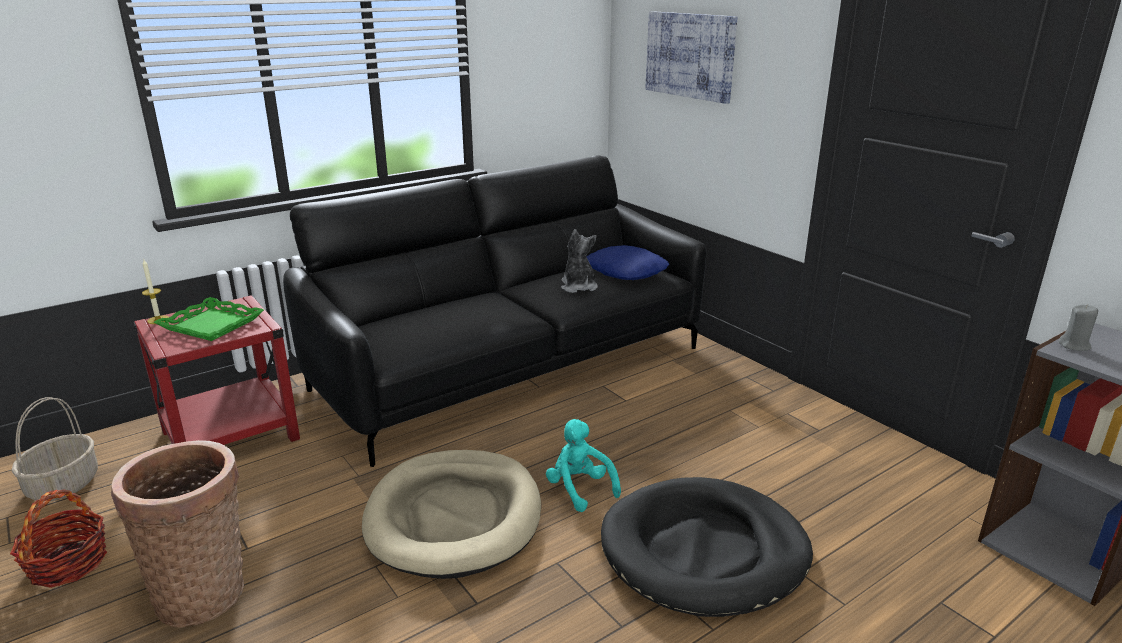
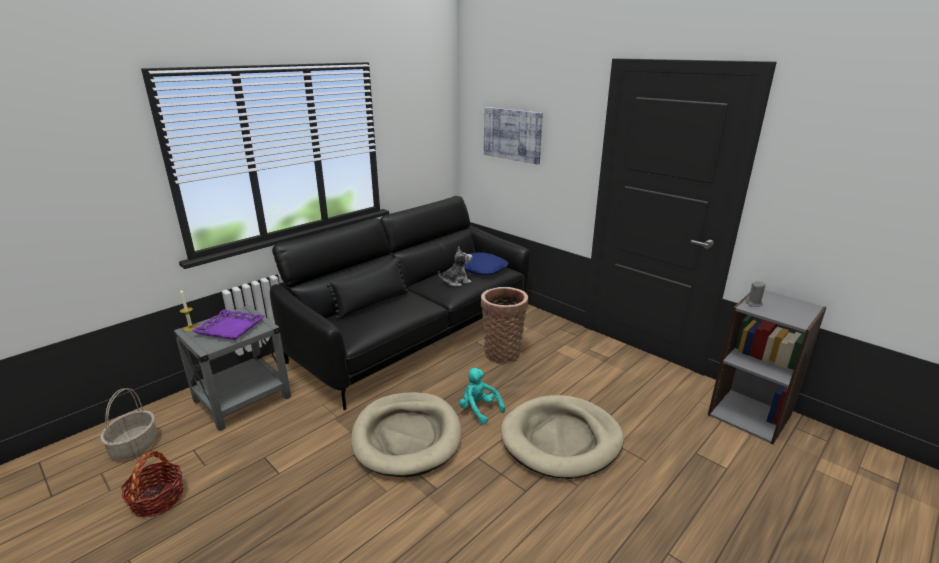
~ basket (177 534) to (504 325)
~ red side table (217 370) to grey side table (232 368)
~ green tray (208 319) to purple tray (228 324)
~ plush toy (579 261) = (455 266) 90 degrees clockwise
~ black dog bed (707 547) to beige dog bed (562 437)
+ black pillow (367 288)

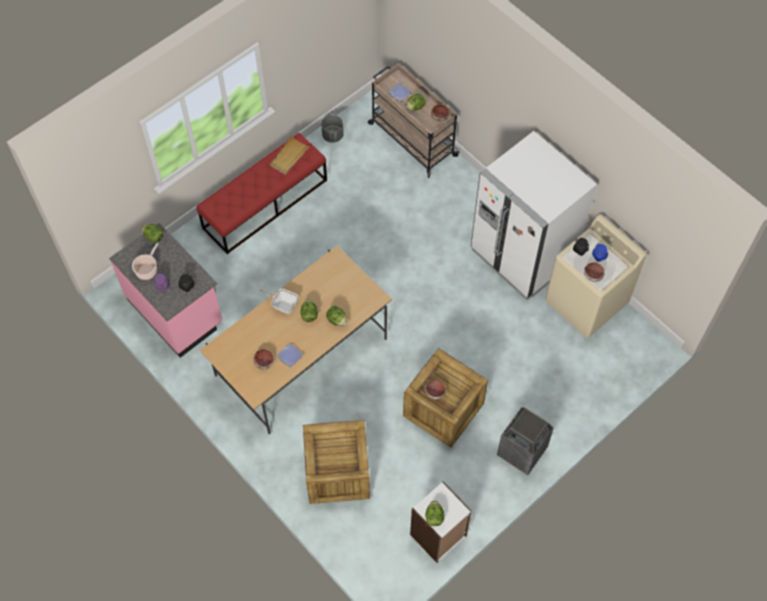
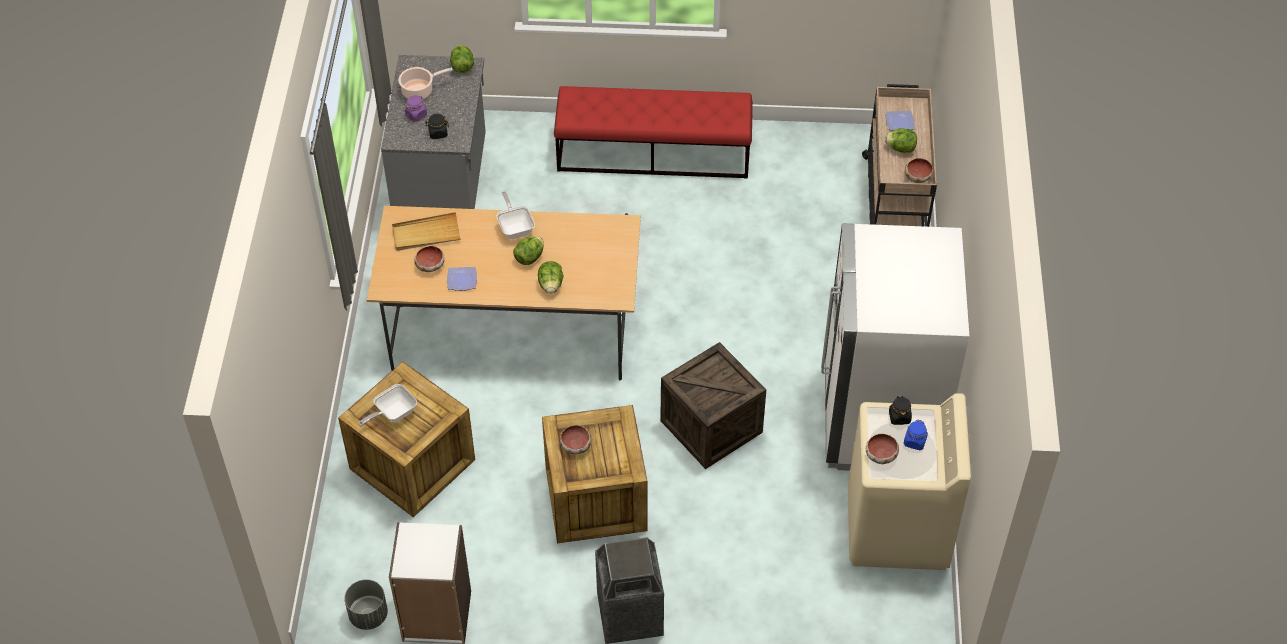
~ pink counter (165 290) to grey counter (433 132)
~ beige tray (289 155) to (426 231)
~ grey planter (332 129) to (366 604)
- lettuce (434 513)
+ frying pan (387 405)
+ crate (713 405)

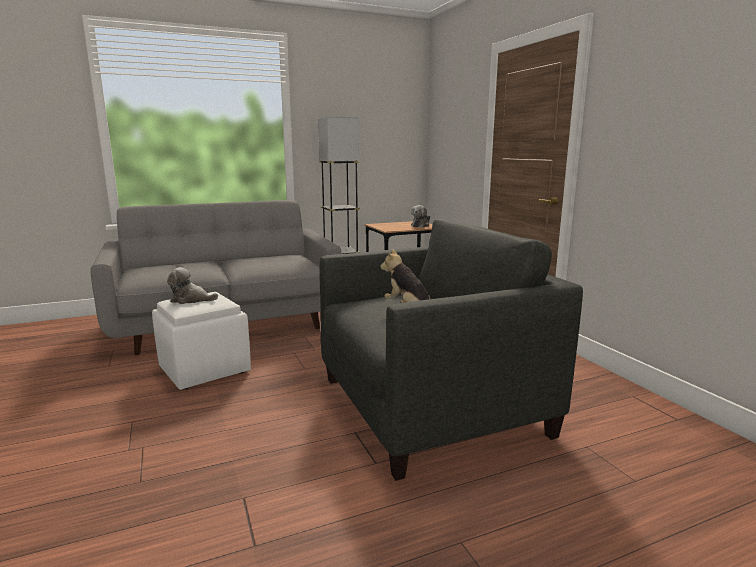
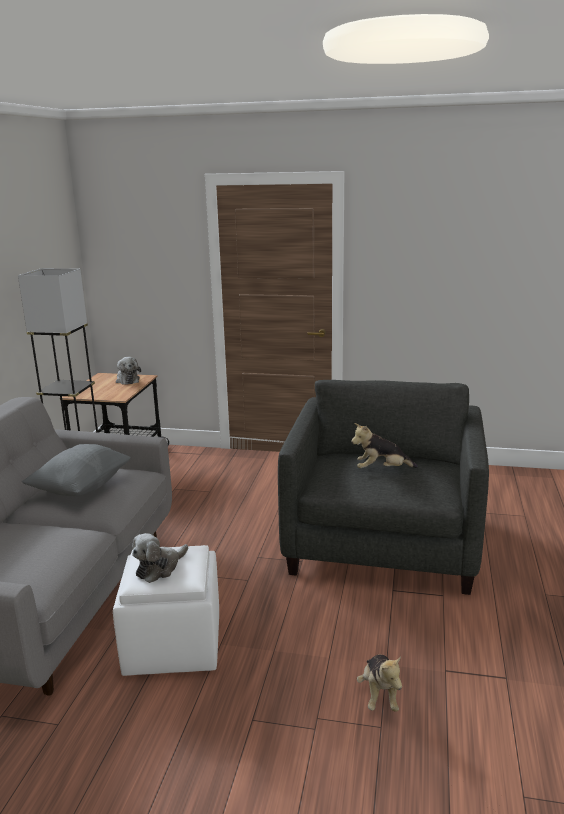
+ grey pillow (76 470)
+ plush toy (379 683)

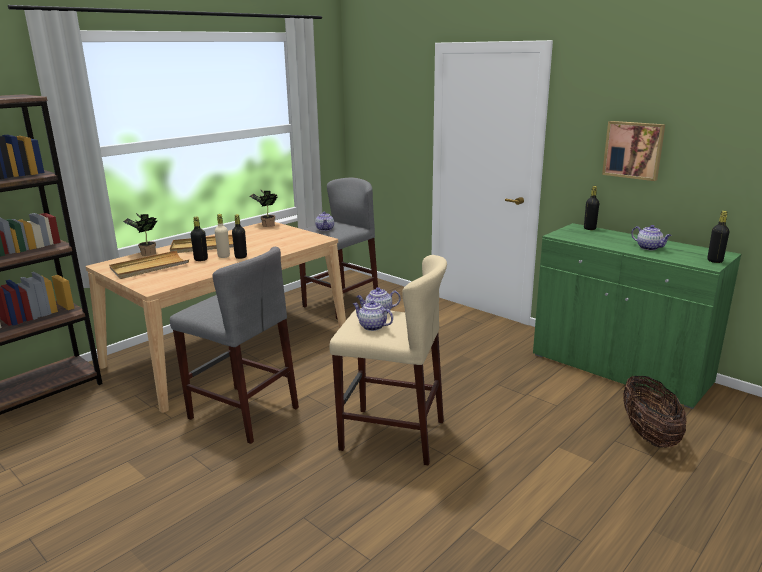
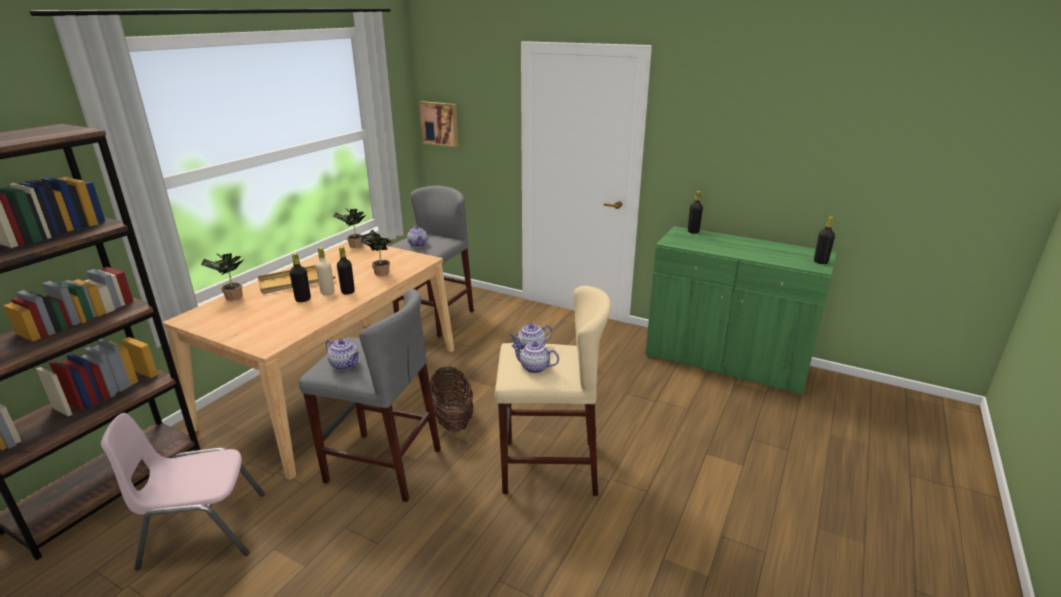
- beige tray (149 264)
~ picture (633 151) to (439 124)
~ basket (655 411) to (452 399)
~ teapot (651 237) to (342 354)
+ pink chair (183 491)
+ potted plant (376 253)

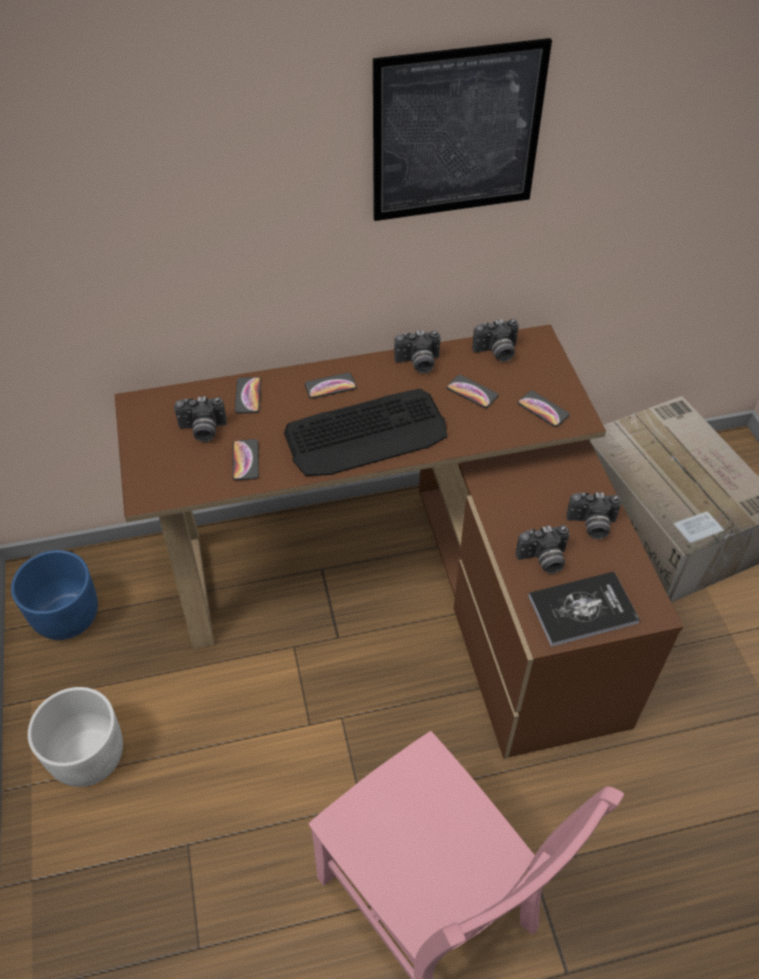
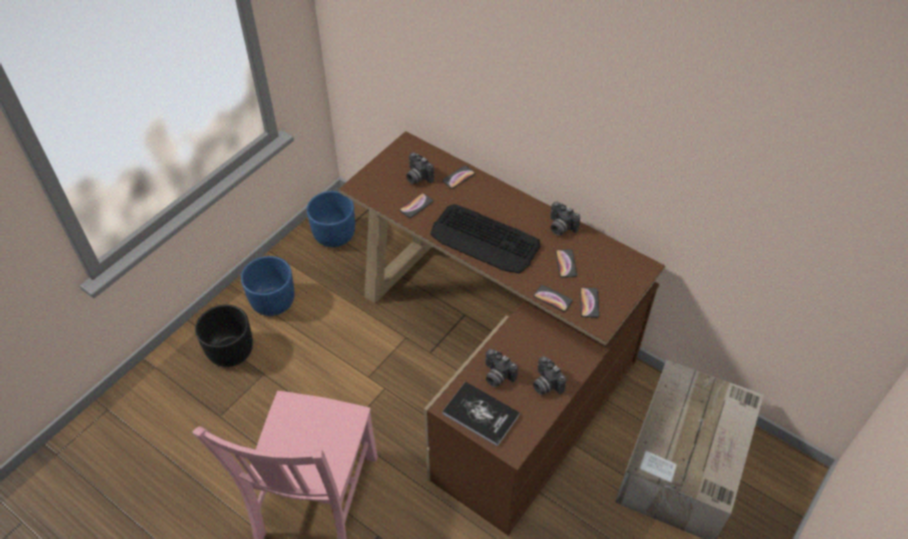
~ white planter (75 737) to blue planter (267 286)
~ phone (331 386) to (553 298)
- picture (462 129)
- photo camera (495 340)
+ black planter (224 336)

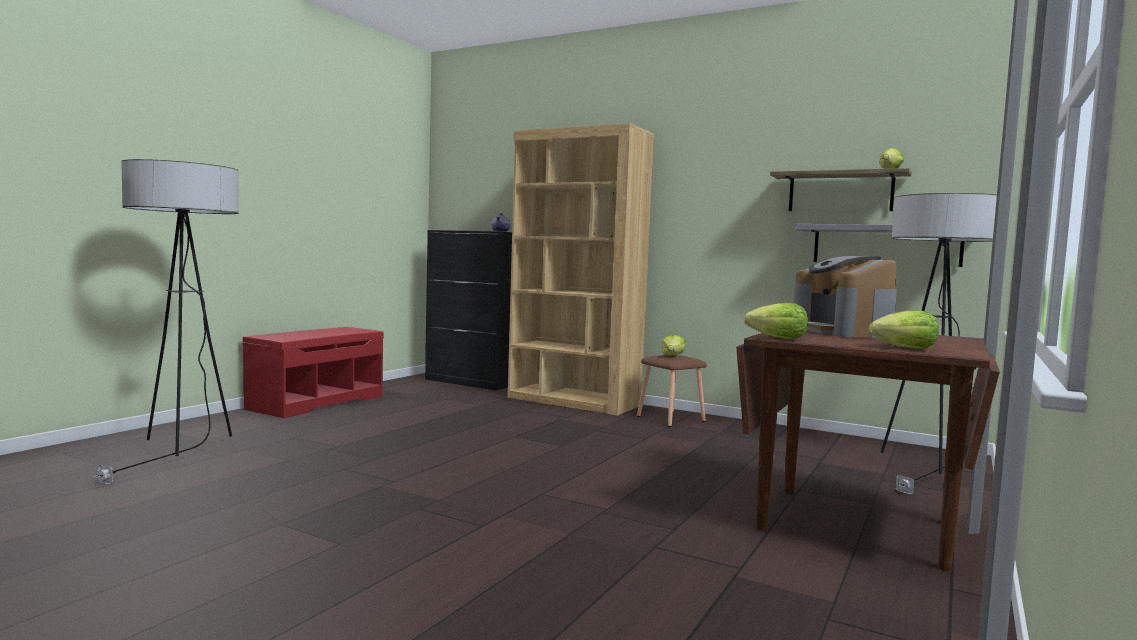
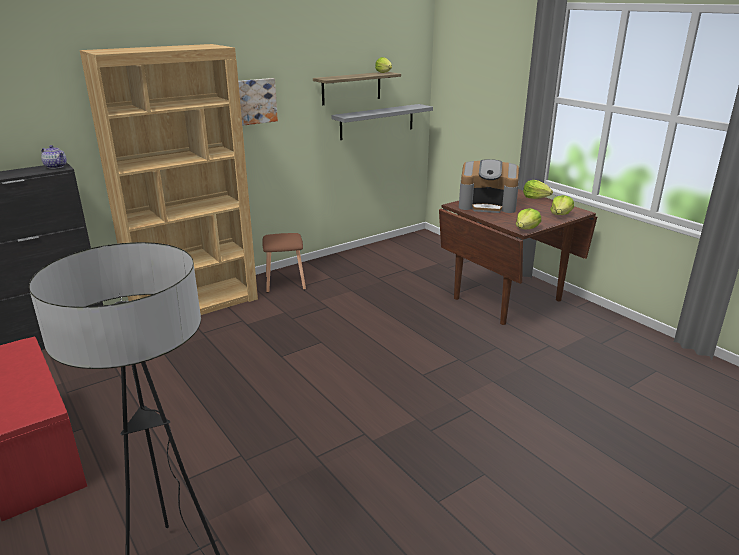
~ lettuce (673 345) to (538 189)
- floor lamp (939 344)
+ picture (258 102)

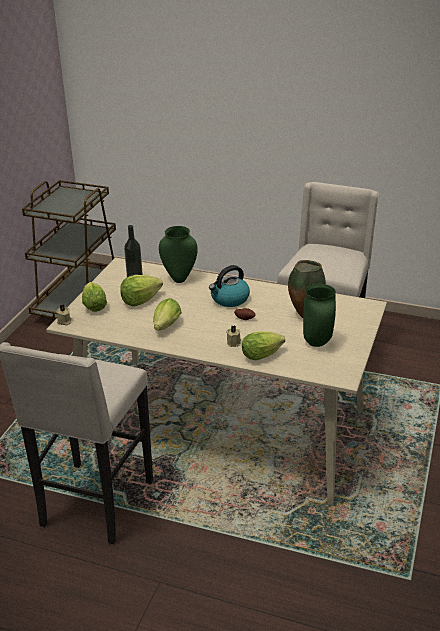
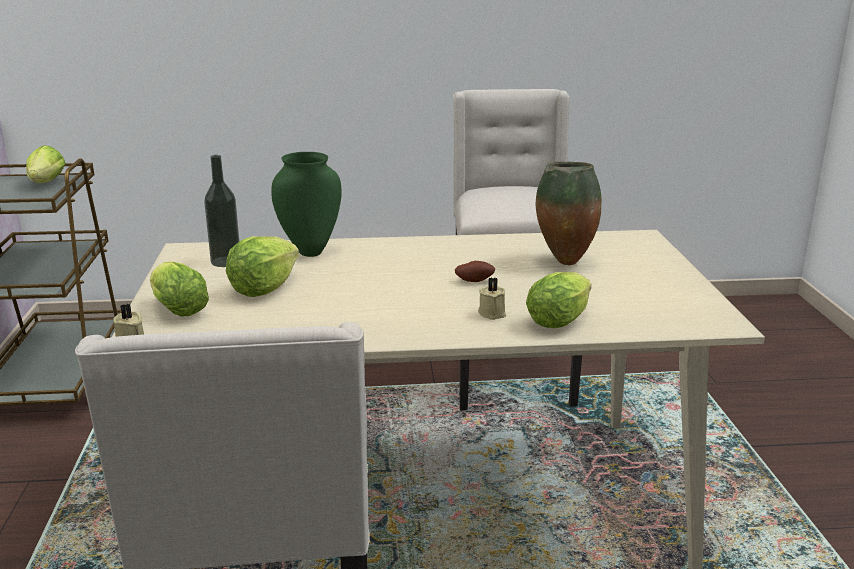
~ lettuce (167 314) to (46 164)
- kettle (229 286)
- green vase (319 315)

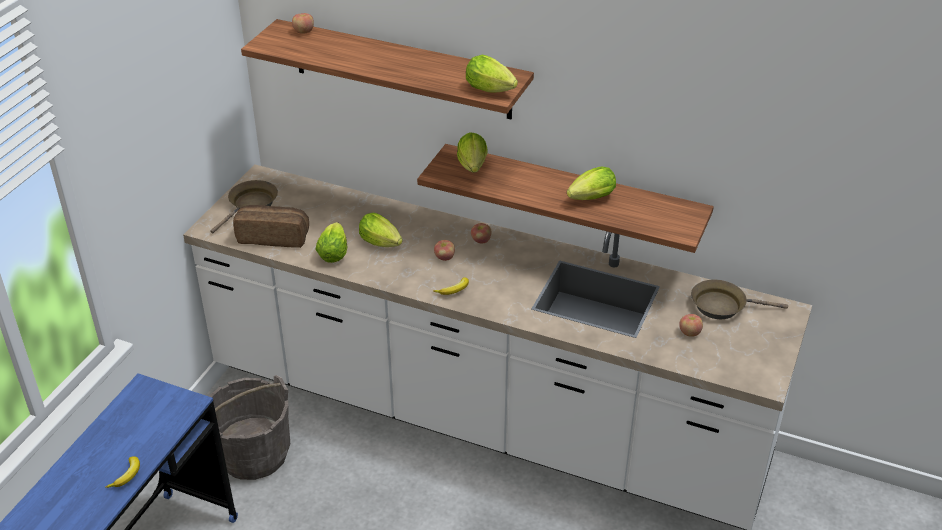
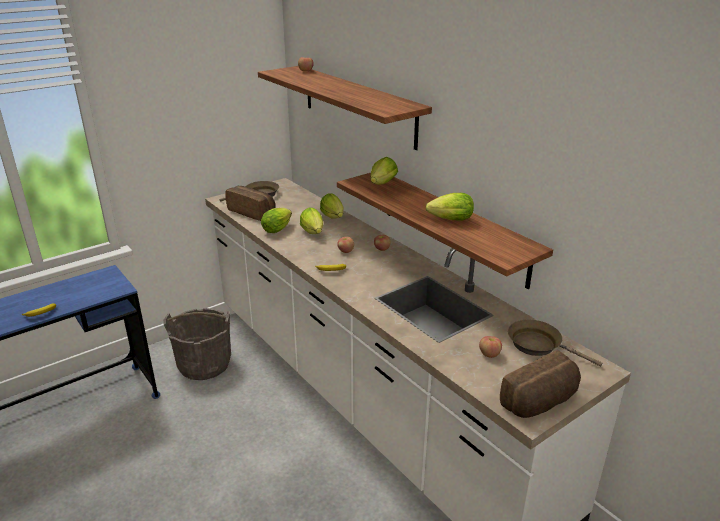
~ lettuce (492 74) to (332 206)
+ bread (540 384)

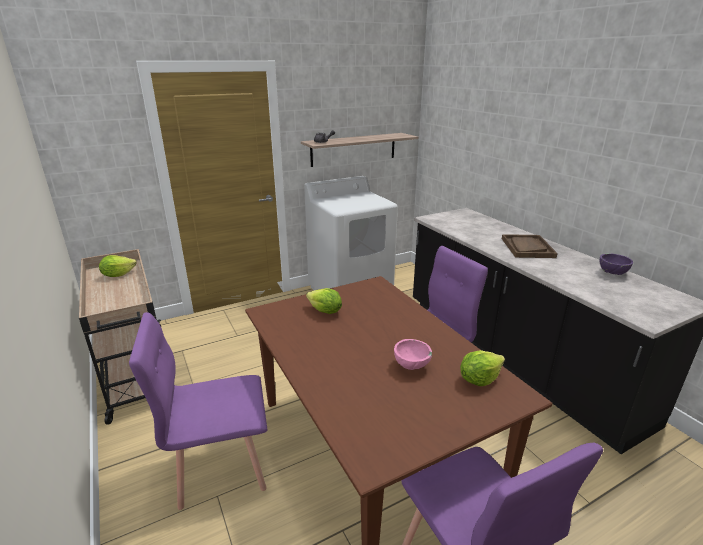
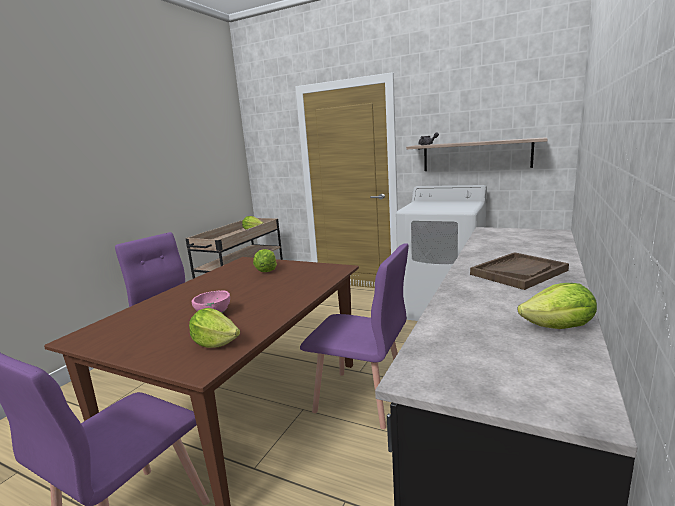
~ purple bowl (616 264) to lettuce (557 306)

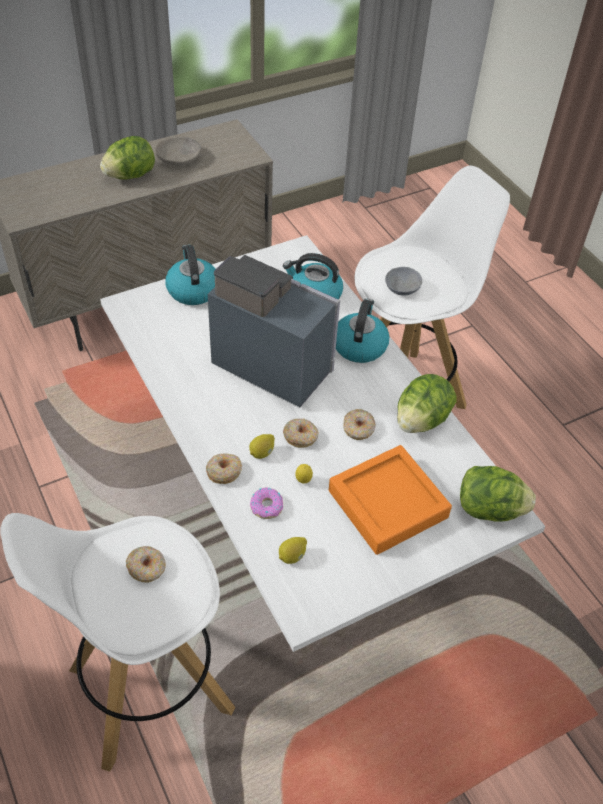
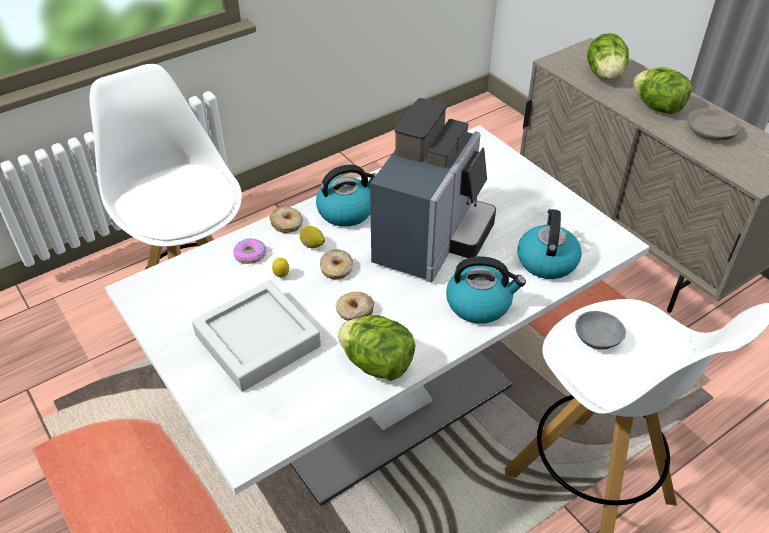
- donut (146 564)
~ kettle (191 275) to (346 196)
- lemon (293 550)
~ orange tray (390 500) to grey tray (256 335)
~ lettuce (498 494) to (608 56)

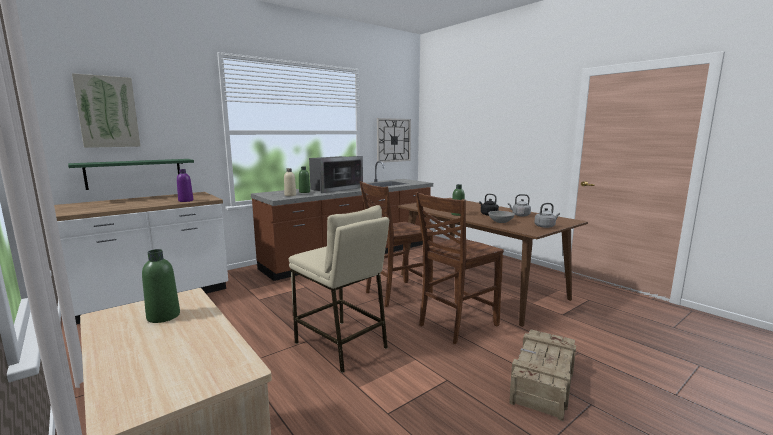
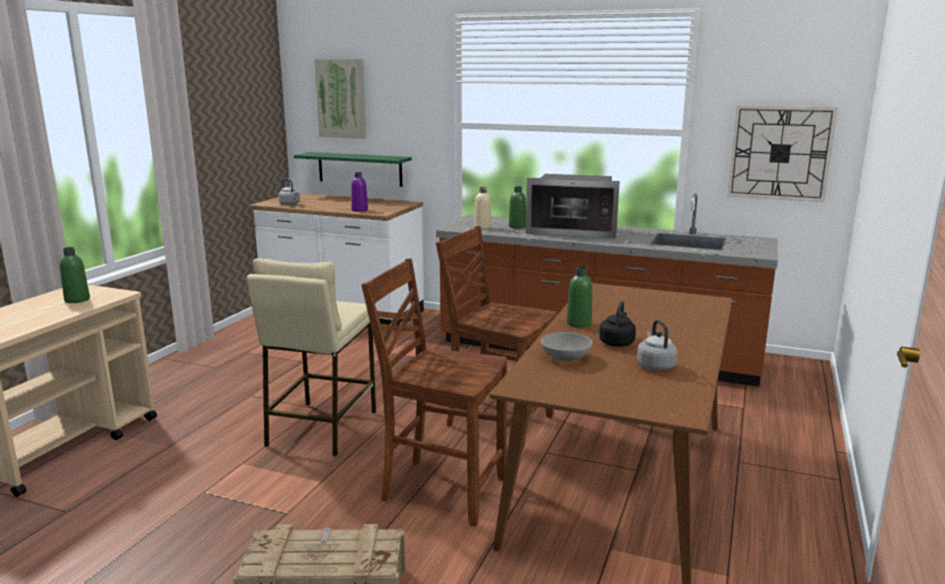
~ grey kettle (547 215) to (289 191)

